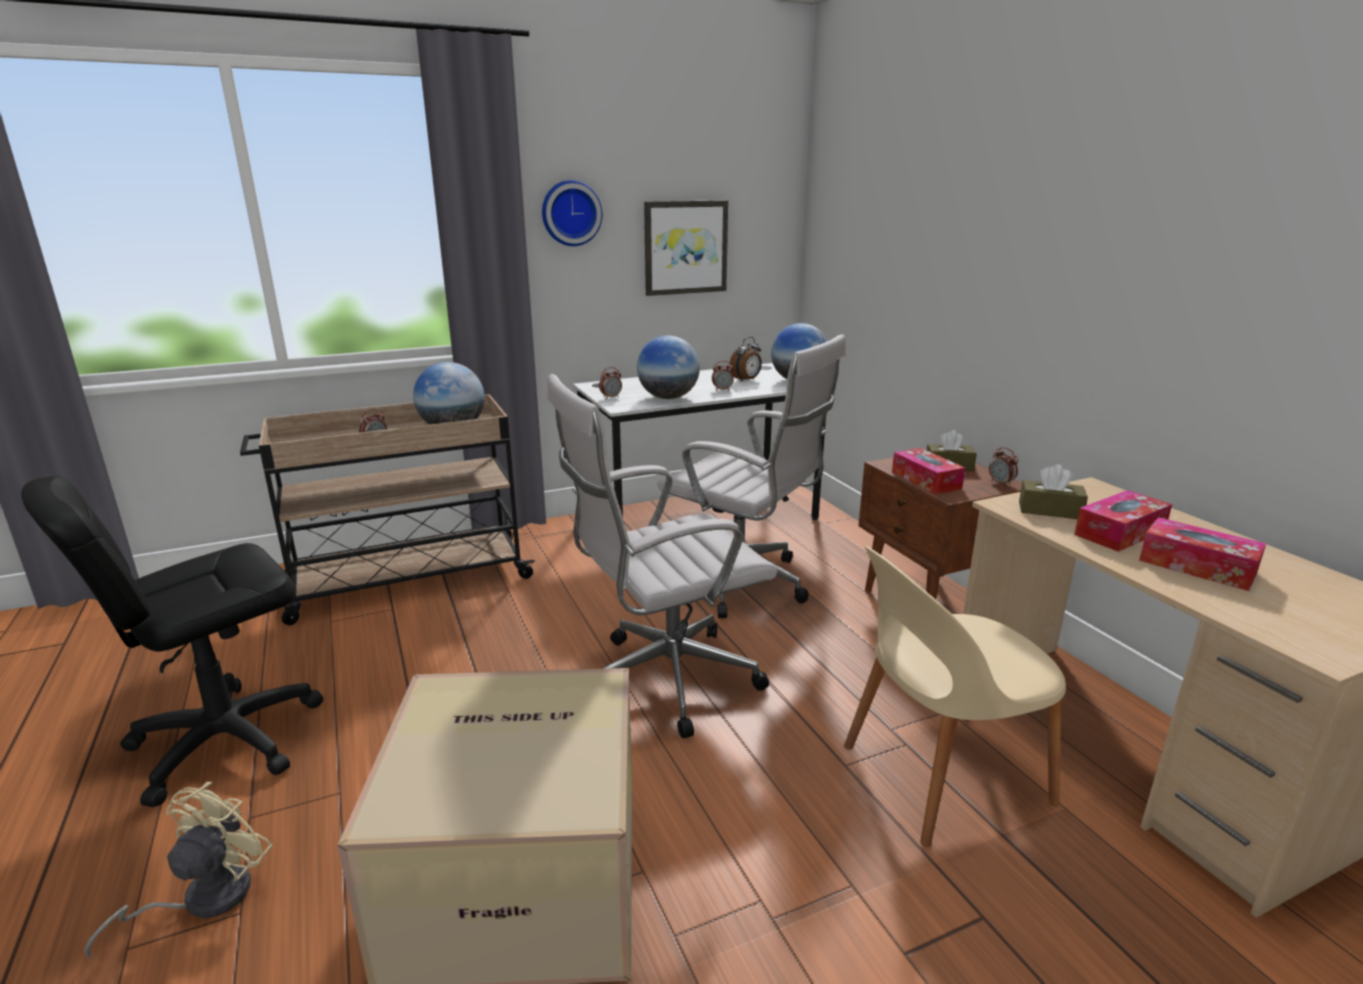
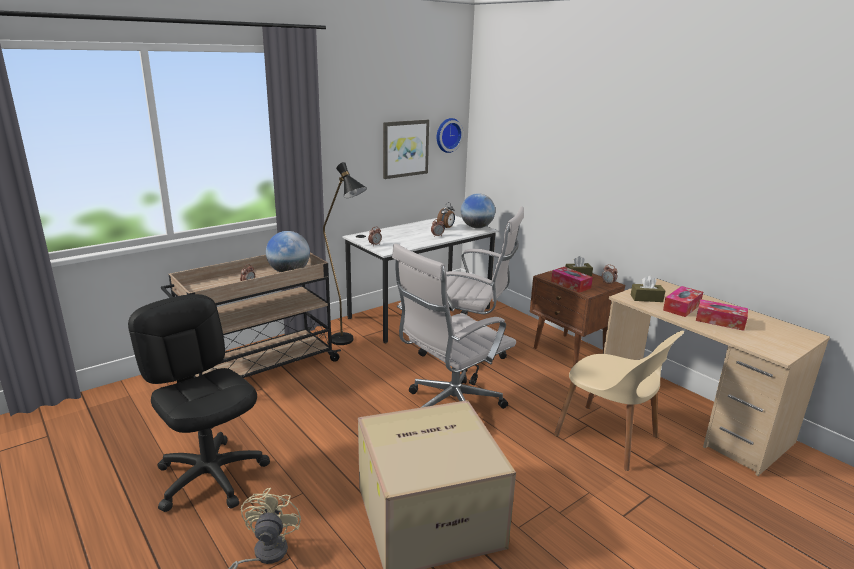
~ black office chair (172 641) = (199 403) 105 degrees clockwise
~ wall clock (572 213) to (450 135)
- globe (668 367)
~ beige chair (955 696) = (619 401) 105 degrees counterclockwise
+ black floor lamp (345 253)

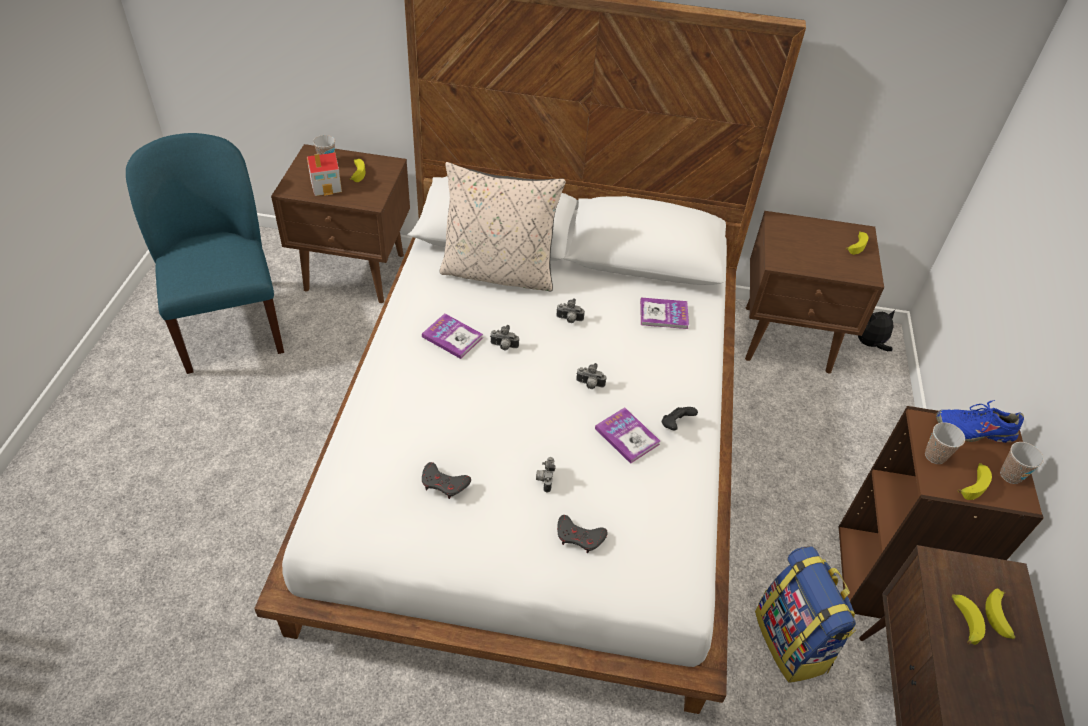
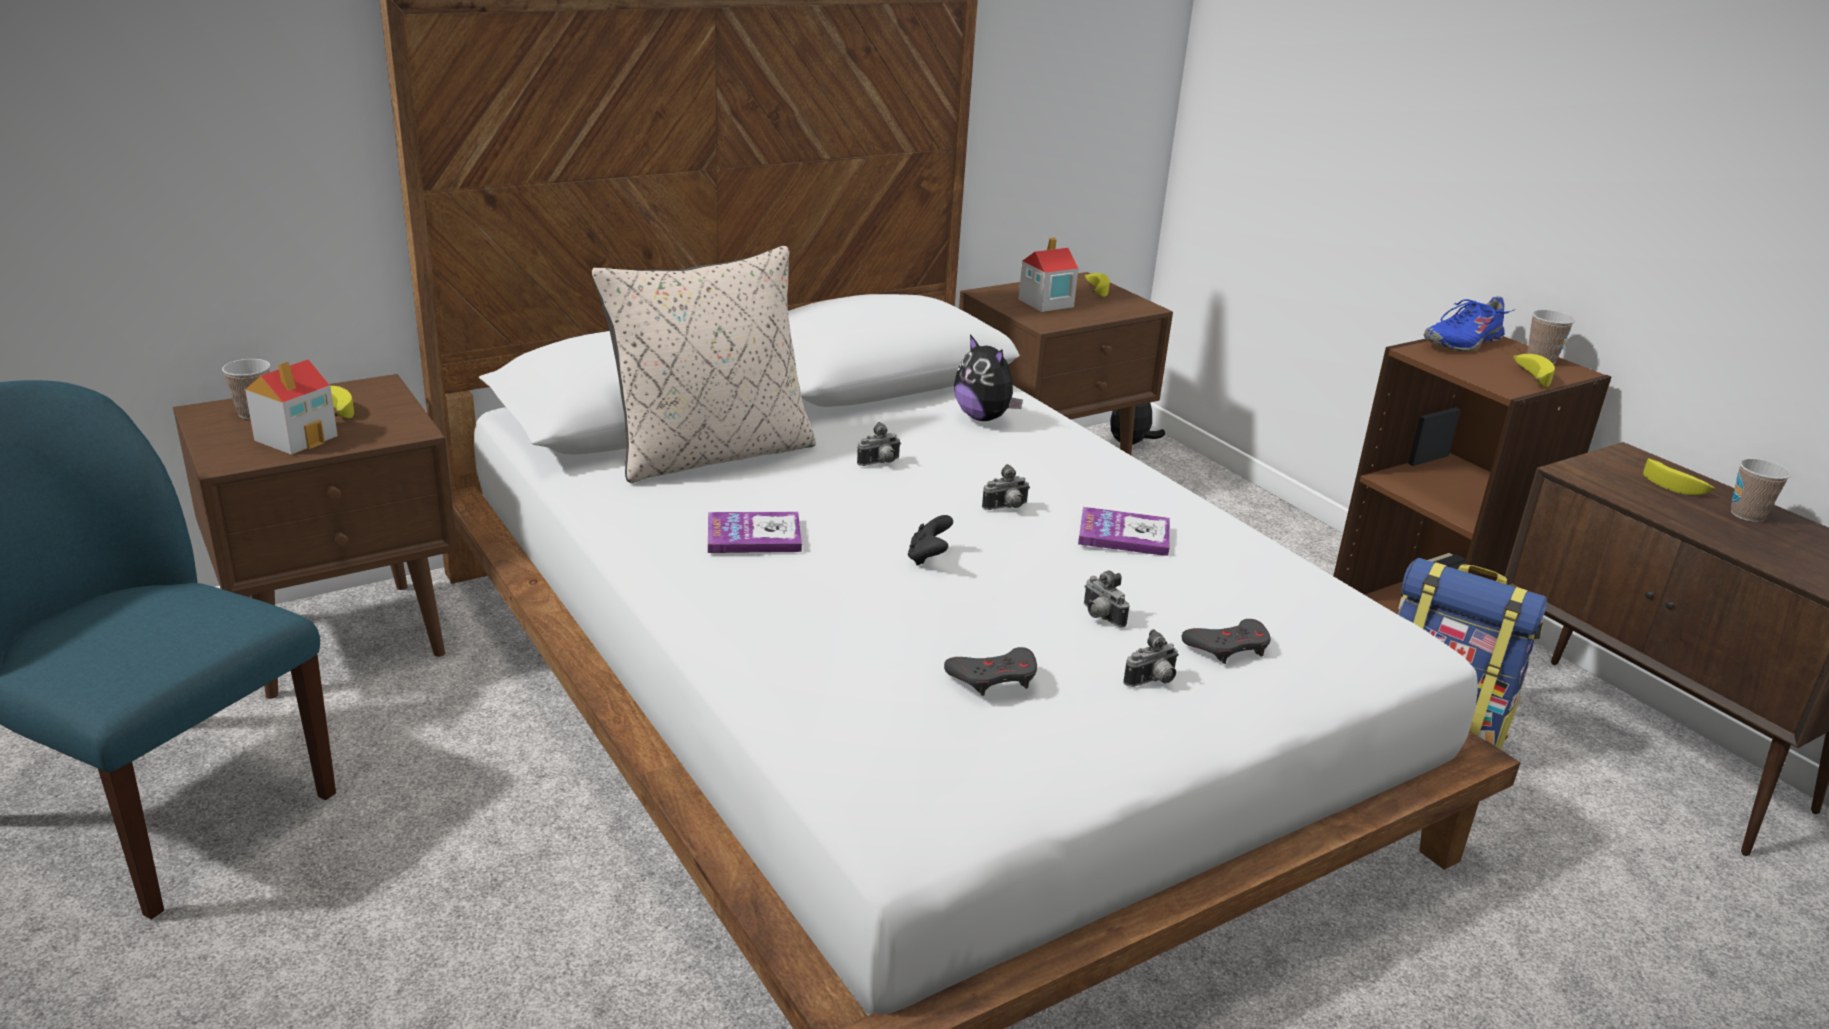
~ photo camera (504 337) to (1151 658)
~ book (664 313) to plush toy (988 377)
~ black game controller (680 418) to (930 540)
~ cup (945 443) to (1761 490)
- banana (968 619)
+ toy house (1049 274)

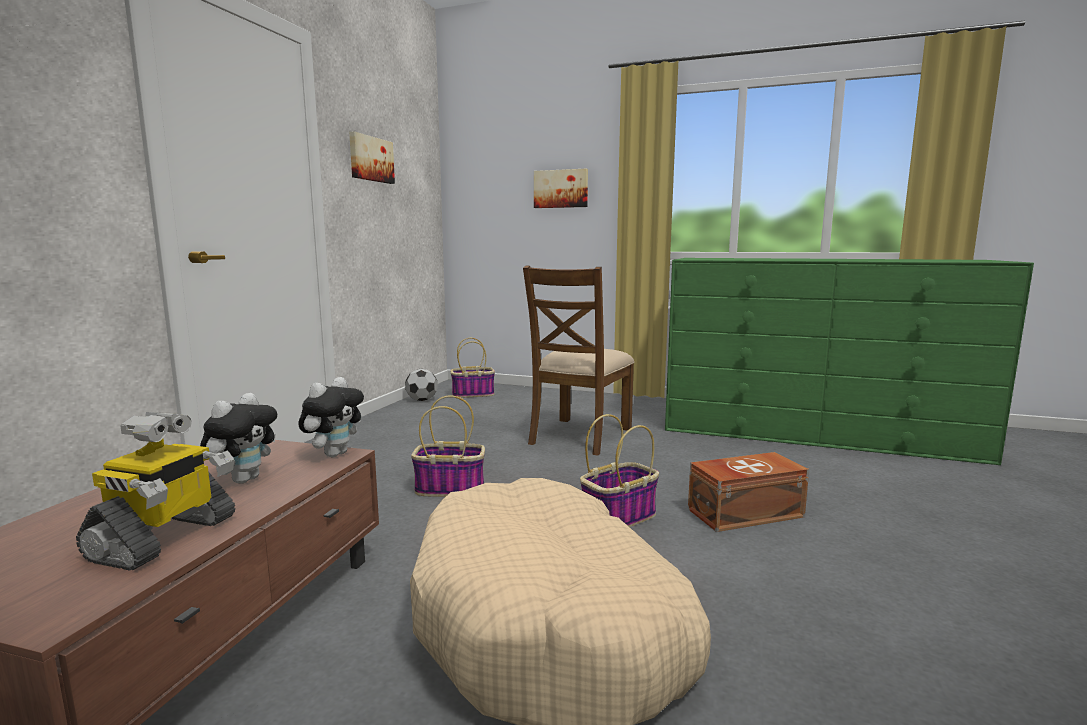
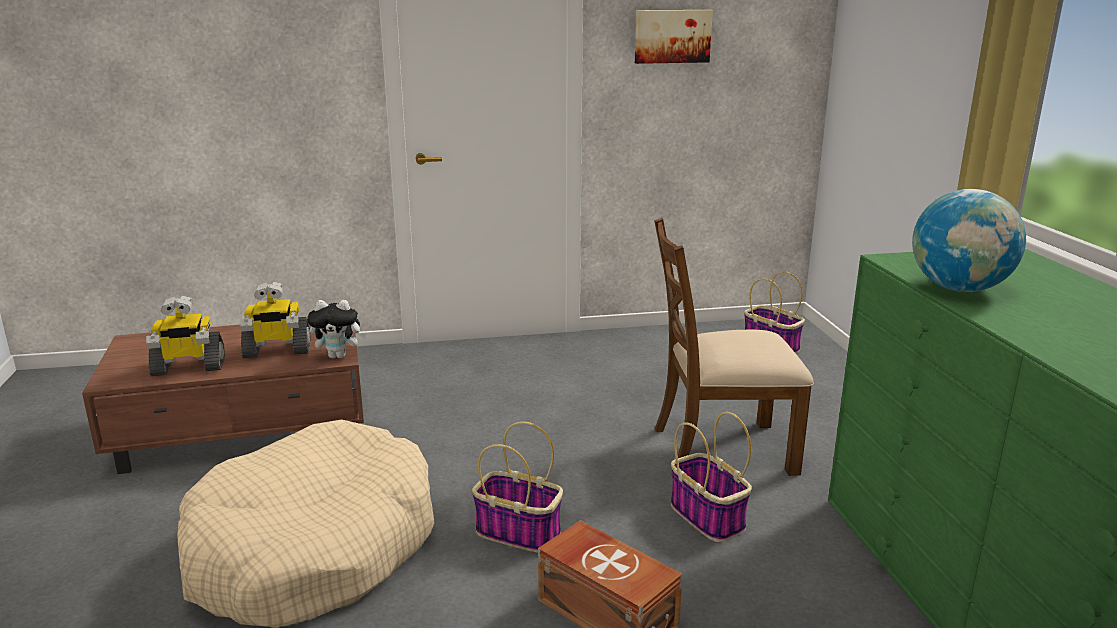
~ plush toy (238 438) to toy robot (275 320)
- football (421 385)
~ basket (448 446) to (711 477)
- picture (561 188)
+ globe (969 240)

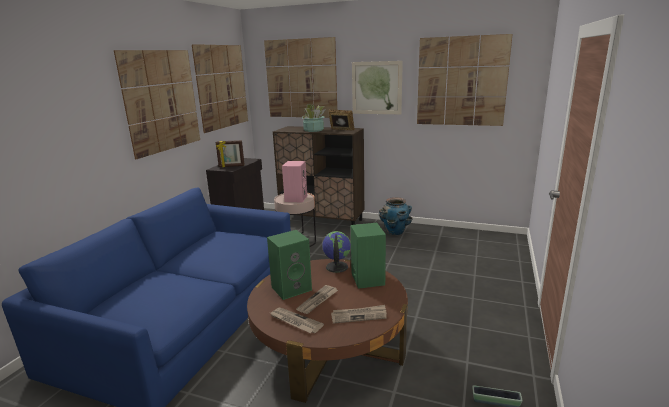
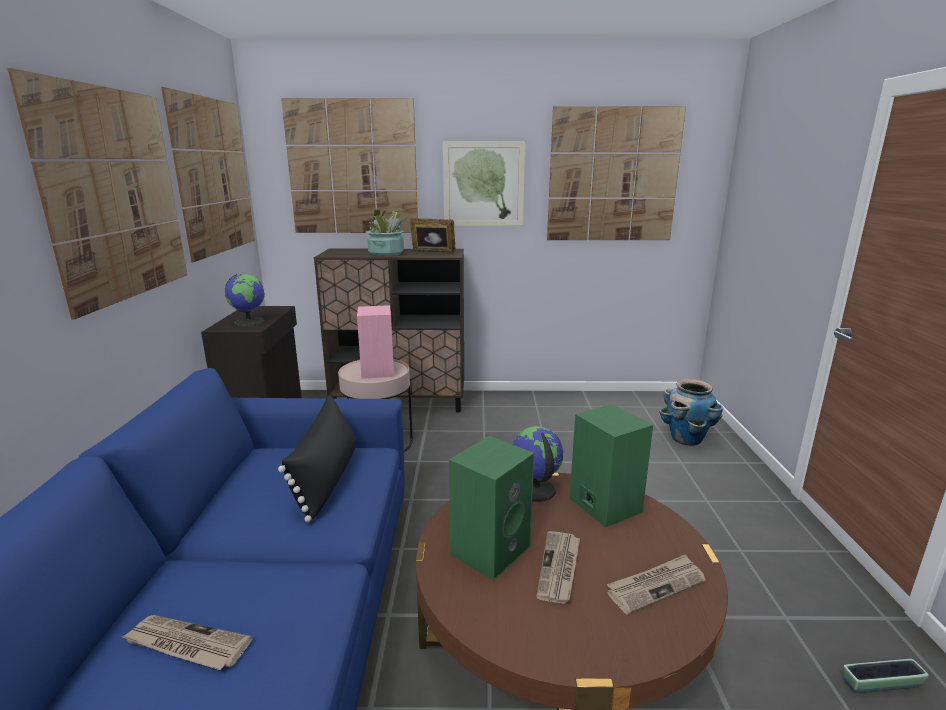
~ picture frame (230 153) to globe (245 300)
~ newspaper (297 320) to (187 642)
~ planter (396 216) to (691 412)
+ black pillow (317 458)

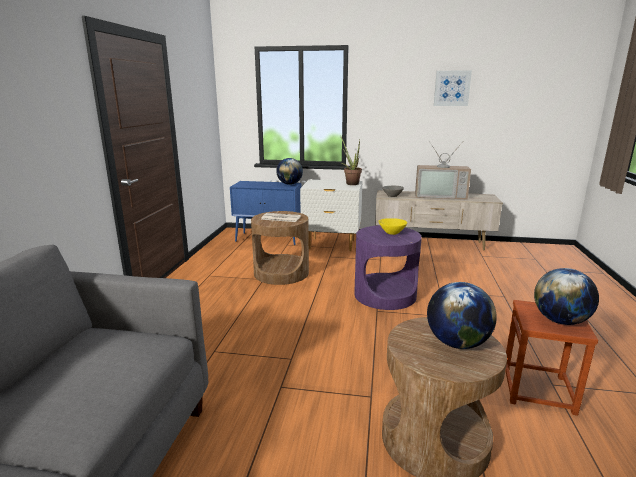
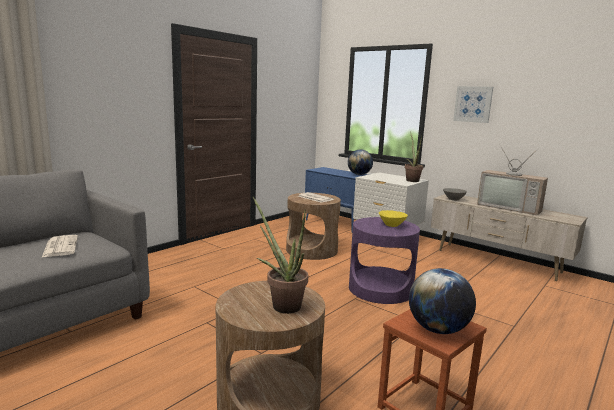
~ globe (462 315) to potted plant (280 255)
~ picture (453 88) to (473 104)
+ newspaper (60 246)

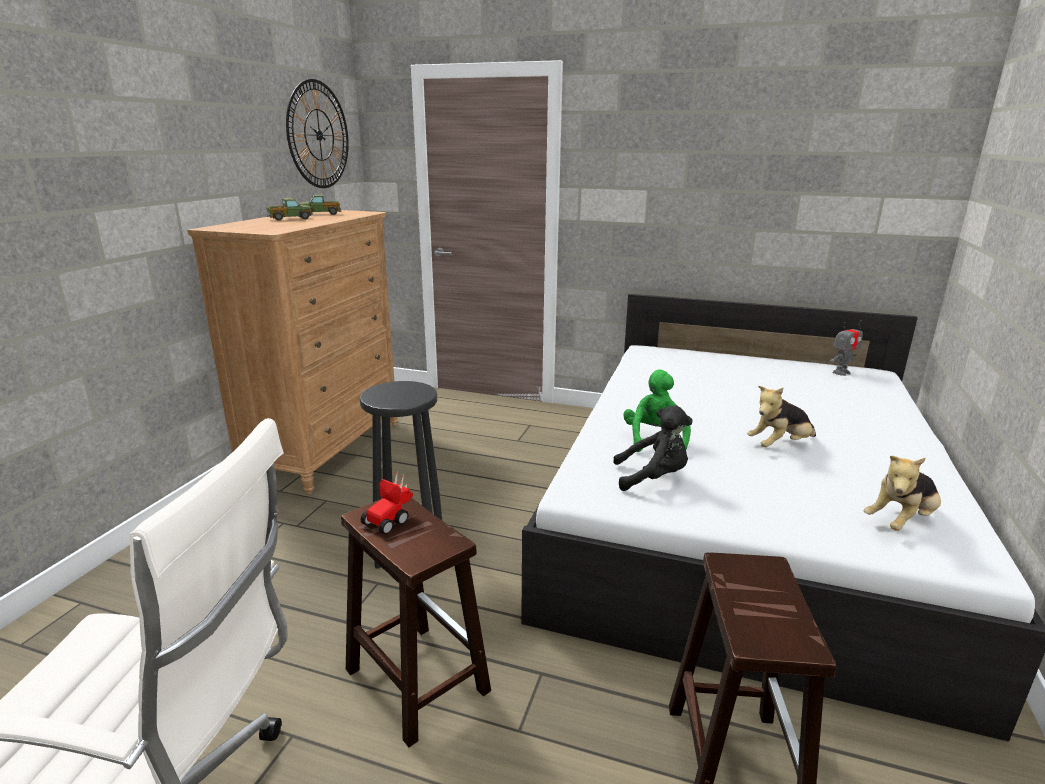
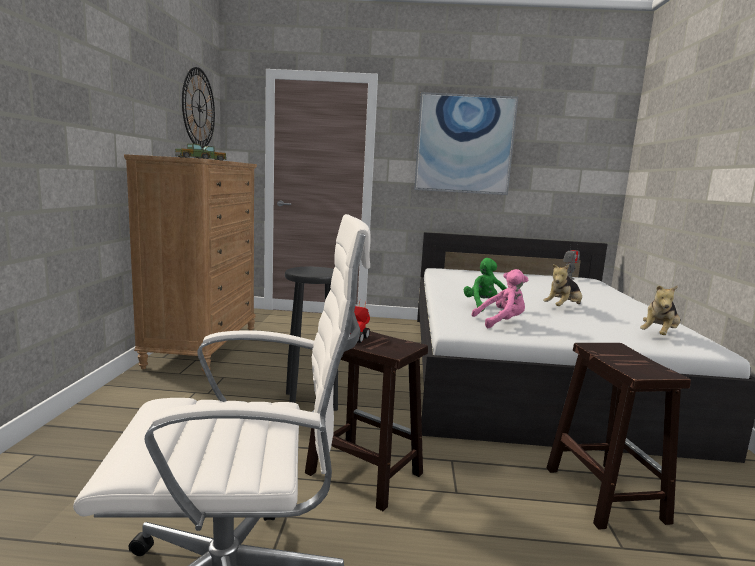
~ black plush toy (652 448) to pink plush toy (500 298)
+ picture (466 143)

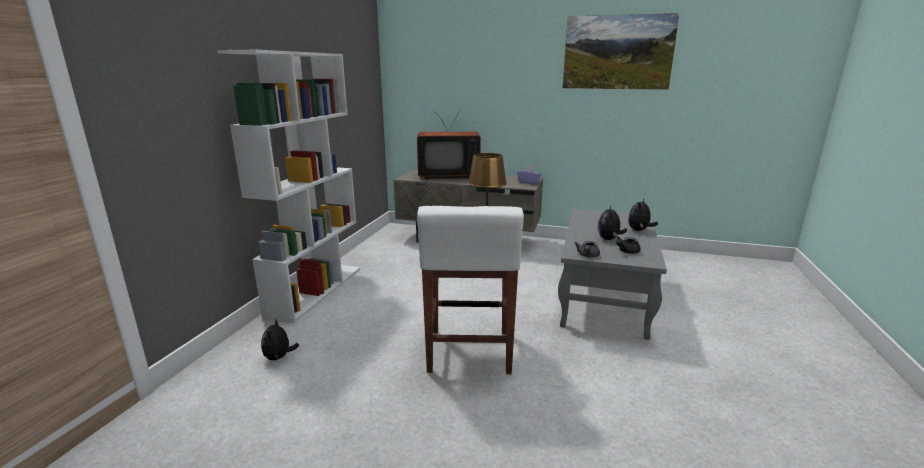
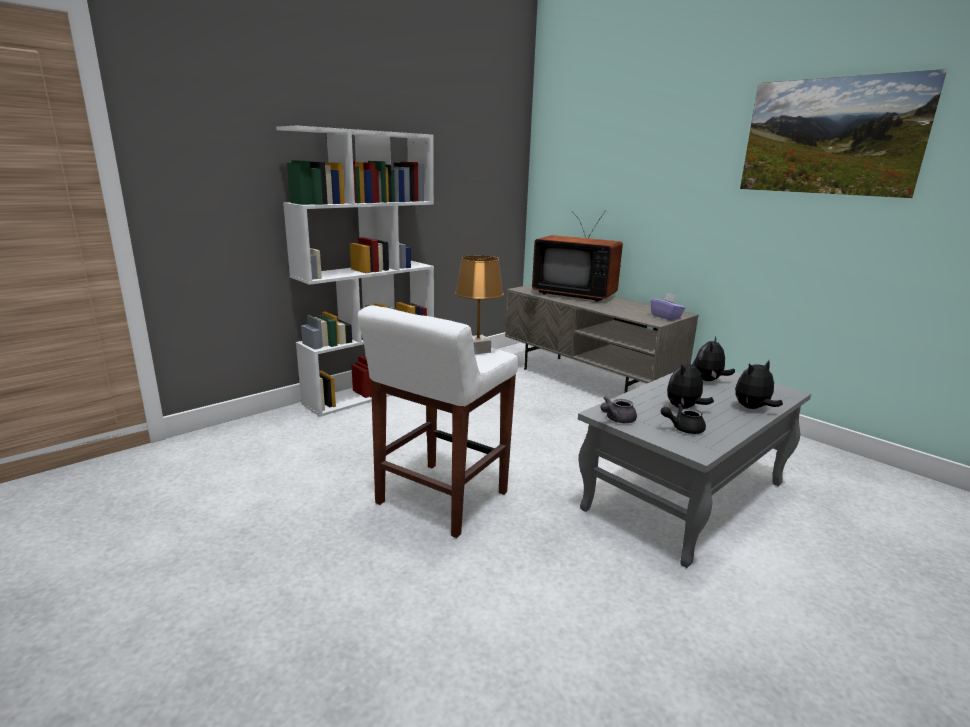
~ plush toy (280 339) to (715 358)

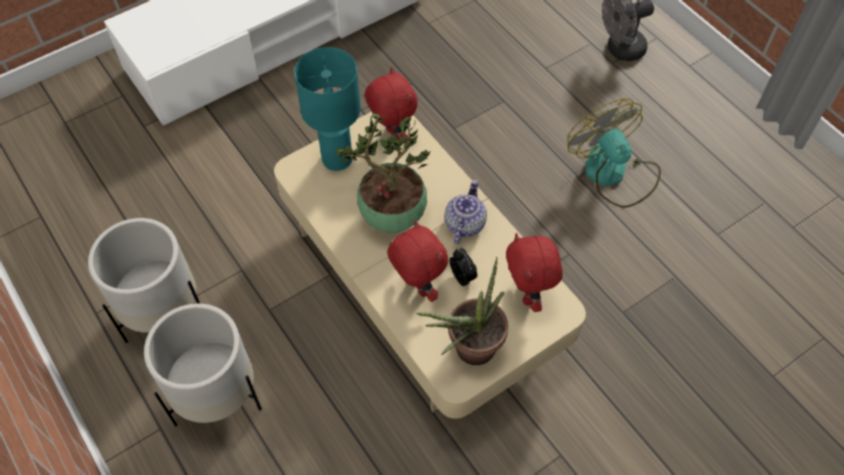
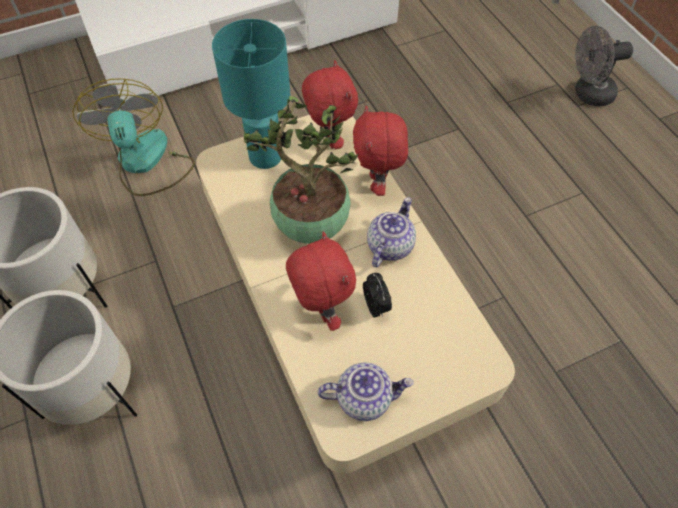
~ potted plant (462 311) to teapot (366 391)
~ red plush toy (534 272) to (380 151)
~ fan (614 153) to (133 137)

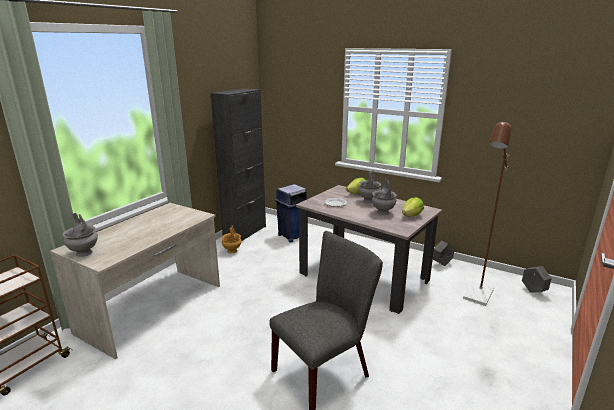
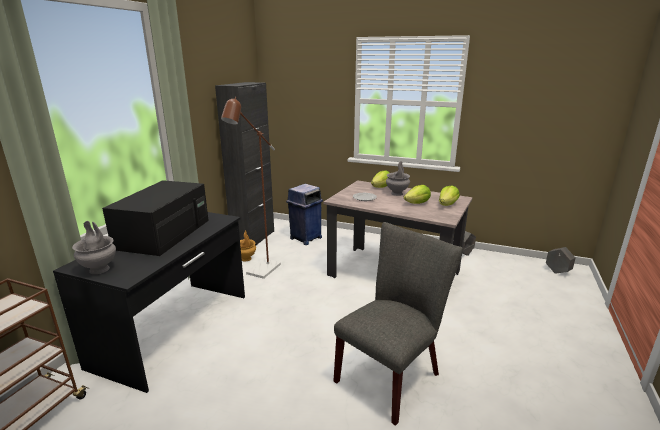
~ beige desk (135 281) to black desk (149 302)
~ grey vase (384 197) to lettuce (417 194)
~ brown floor lamp (487 213) to (251 188)
+ black microwave (155 218)

